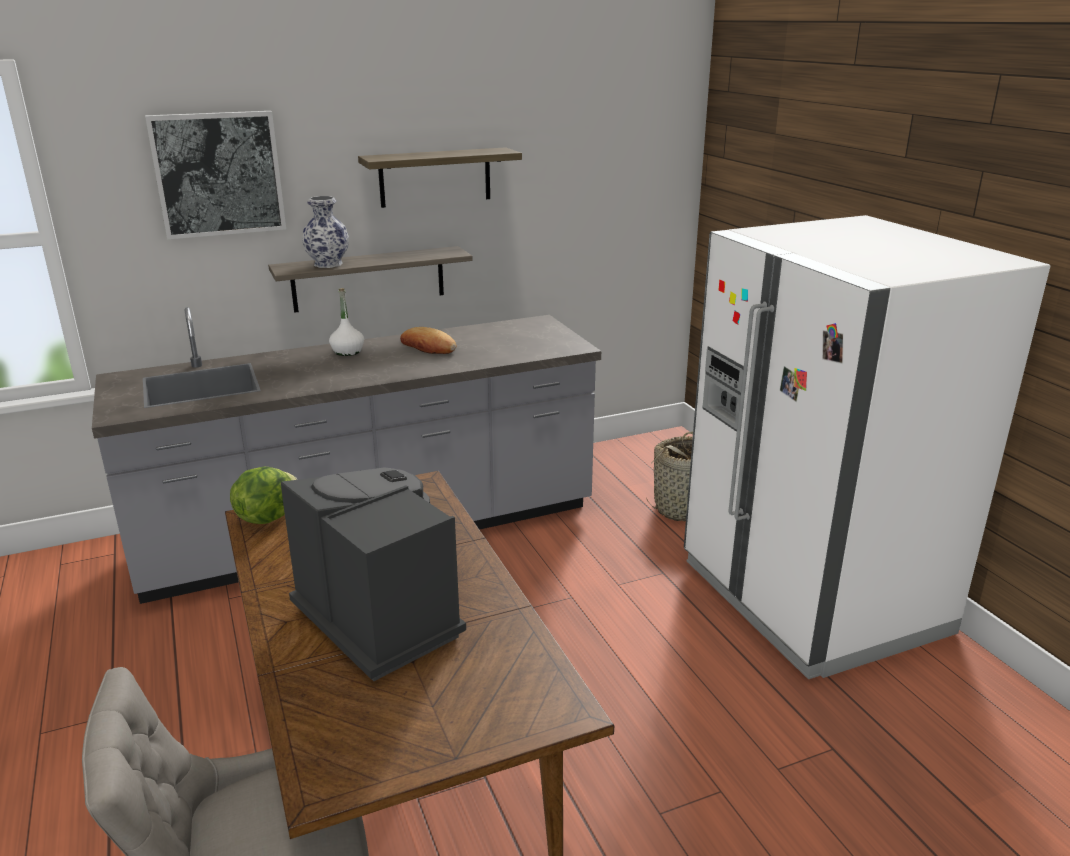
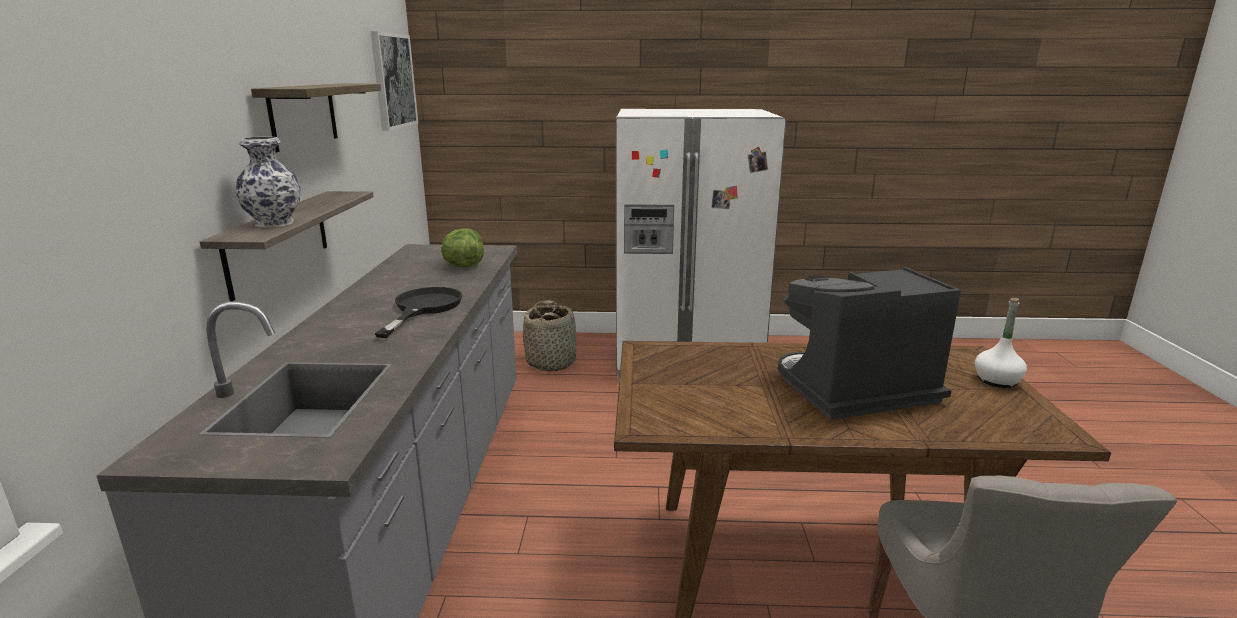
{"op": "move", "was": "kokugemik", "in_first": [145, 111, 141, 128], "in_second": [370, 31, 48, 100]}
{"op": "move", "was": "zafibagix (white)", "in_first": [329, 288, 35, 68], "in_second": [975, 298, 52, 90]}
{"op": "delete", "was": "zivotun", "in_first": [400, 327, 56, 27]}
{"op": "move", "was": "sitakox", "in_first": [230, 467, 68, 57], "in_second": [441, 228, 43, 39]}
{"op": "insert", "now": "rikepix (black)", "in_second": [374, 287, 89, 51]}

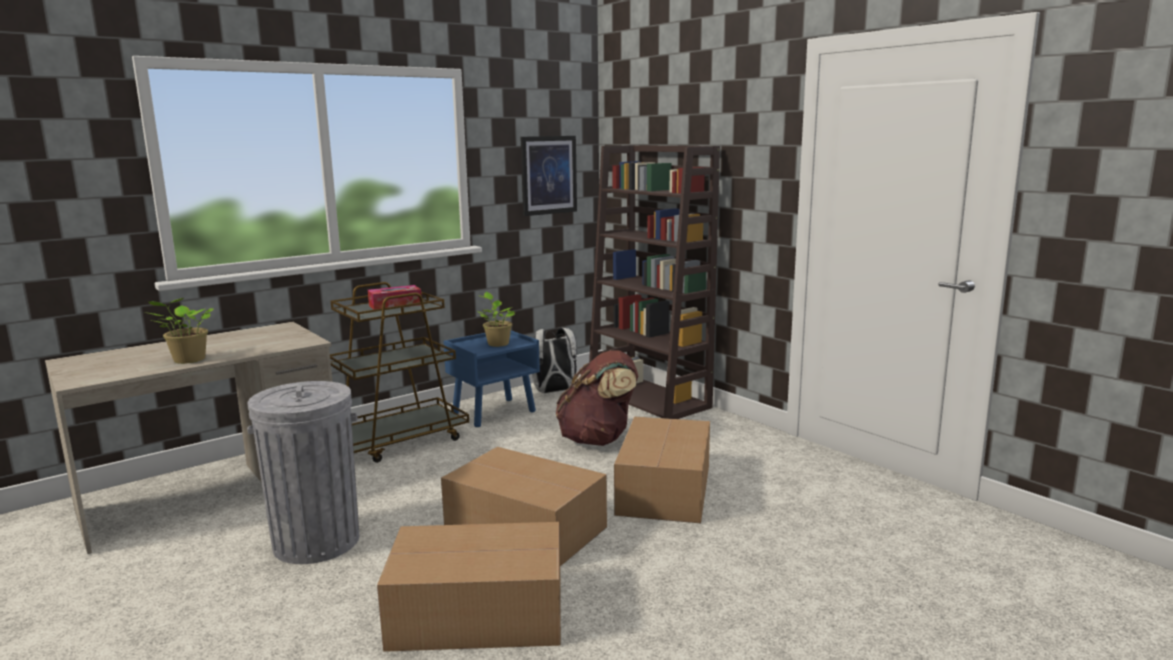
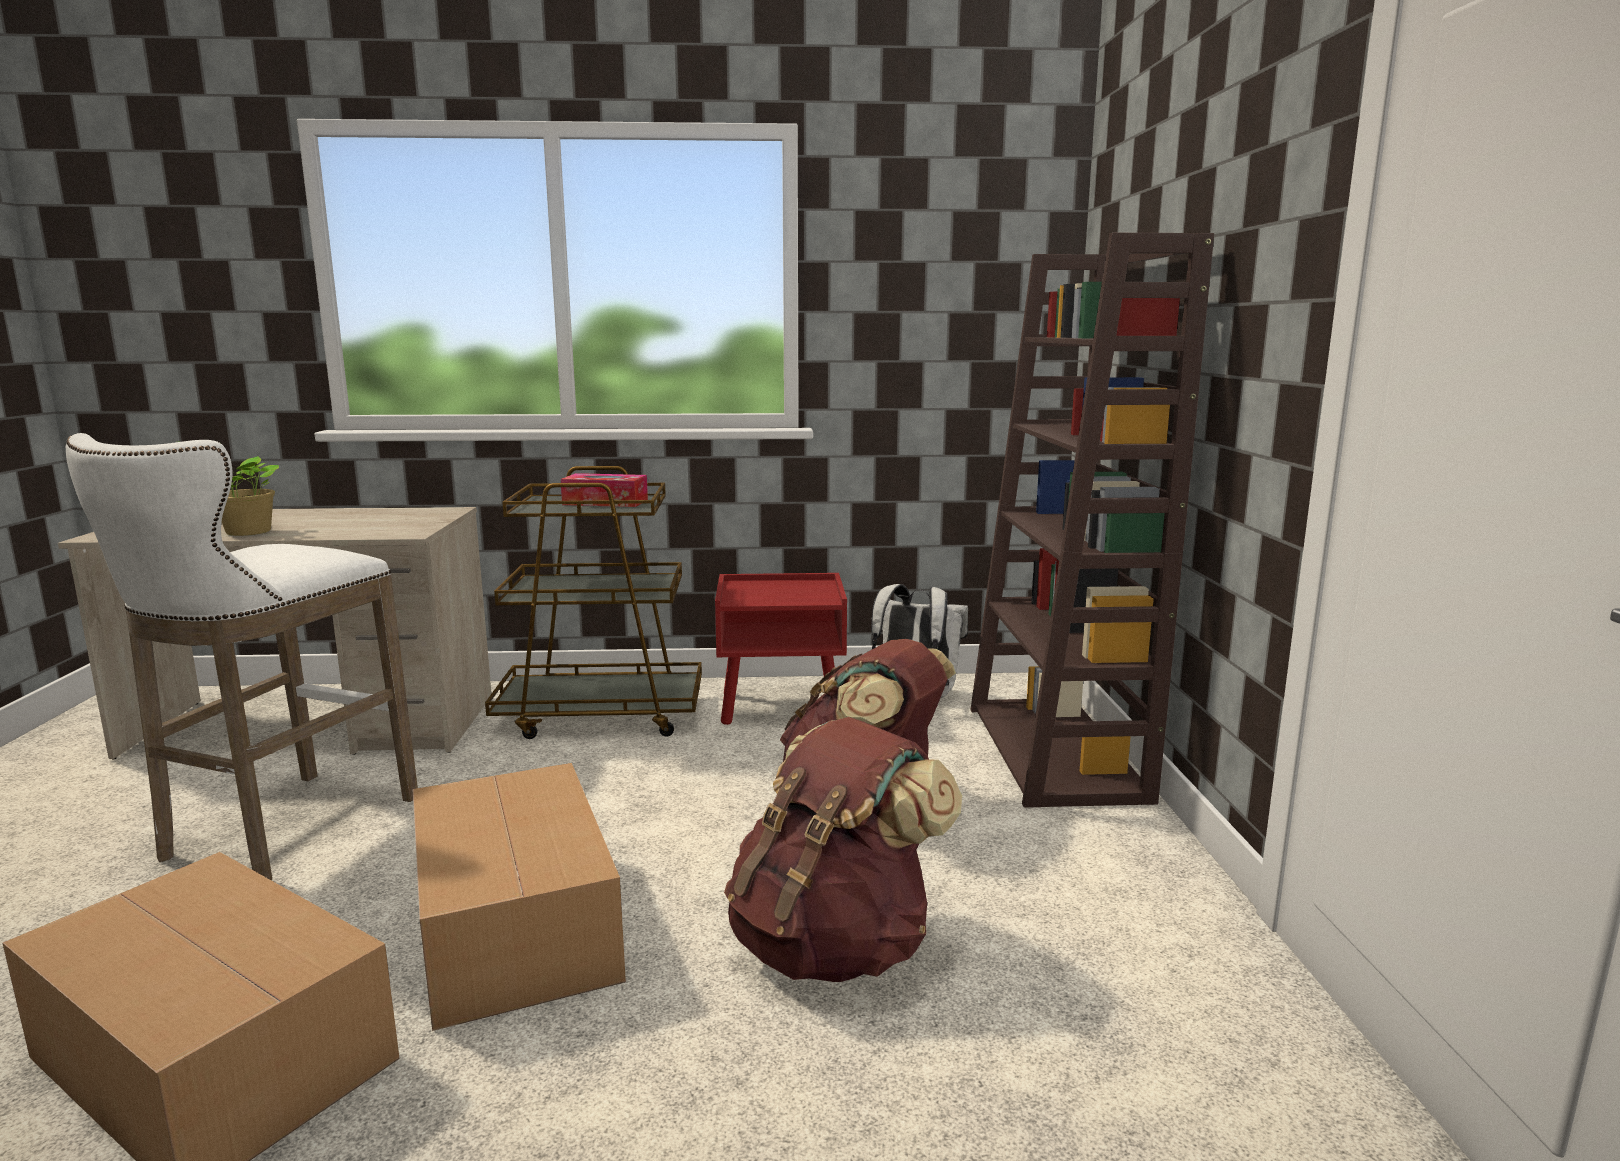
{"op": "delete", "was": "kokugemik", "in_first": [521, 136, 56, 80]}
{"op": "delete", "was": "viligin", "in_first": [476, 292, 39, 55]}
{"op": "recolor", "was": "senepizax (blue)", "now": "senepizax (red)", "in_first": [444, 330, 96, 97], "in_second": [715, 573, 132, 152]}
{"op": "replace", "was": "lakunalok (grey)", "now": "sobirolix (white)", "in_first": [247, 381, 112, 183], "in_second": [66, 433, 352, 448]}
{"op": "replace", "was": "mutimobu", "now": "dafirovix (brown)", "in_first": [614, 416, 96, 107], "in_second": [724, 717, 238, 265]}

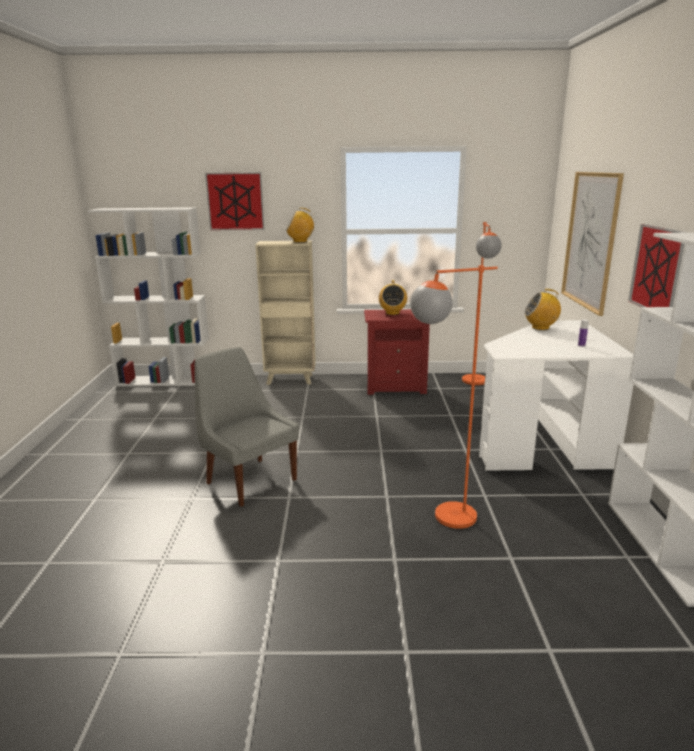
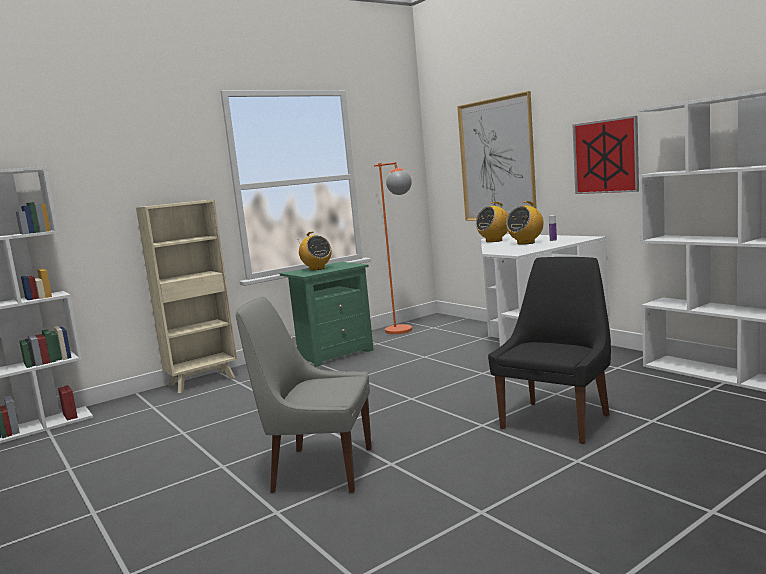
{"op": "delete", "was": "kokugemik", "in_first": [205, 172, 59, 58]}
{"op": "move", "was": "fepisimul", "in_first": [286, 208, 28, 35], "in_second": [506, 201, 38, 44]}
{"op": "replace", "was": "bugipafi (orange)", "now": "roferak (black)", "in_first": [410, 265, 88, 264], "in_second": [488, 257, 123, 187]}
{"op": "recolor", "was": "senepizax (red)", "now": "senepizax (green)", "in_first": [364, 309, 66, 86], "in_second": [280, 262, 94, 105]}

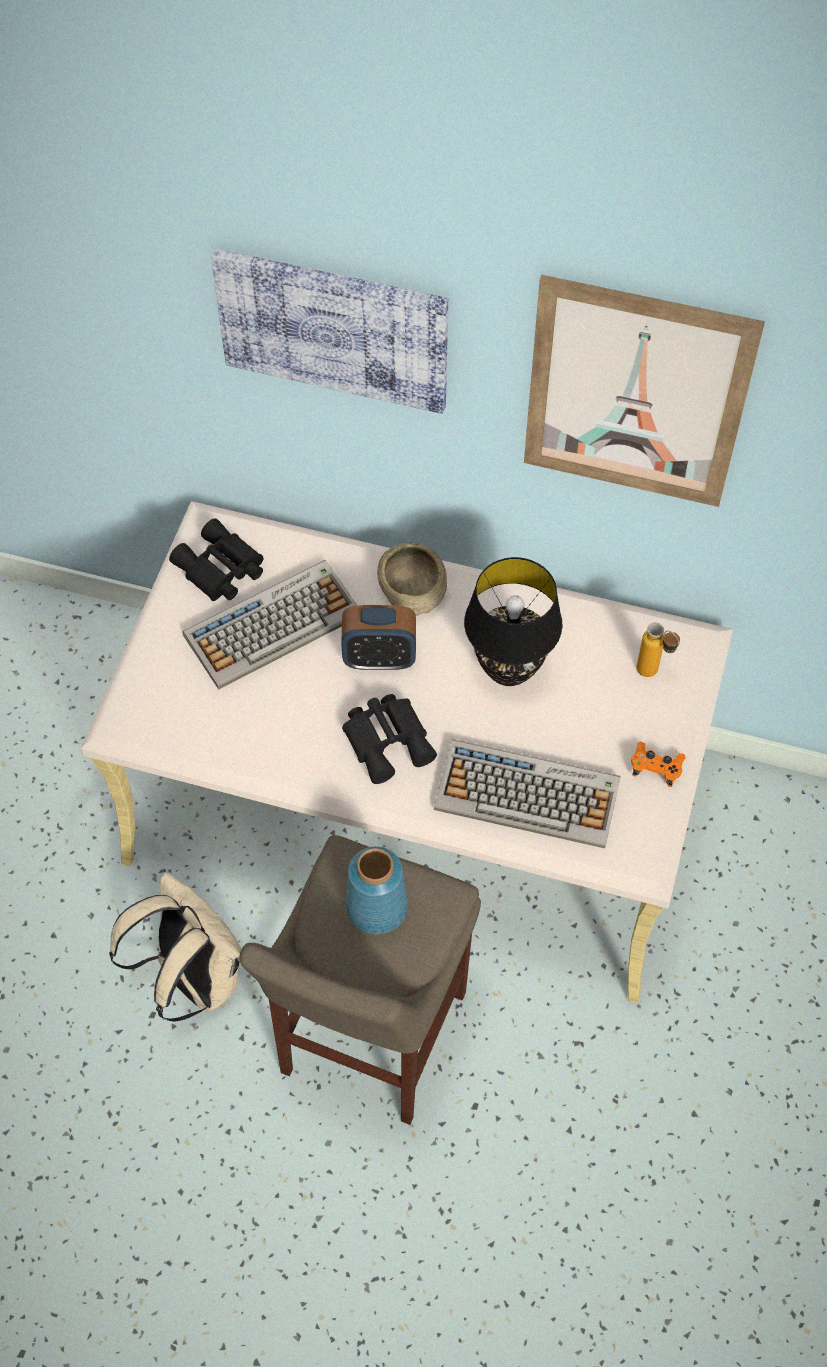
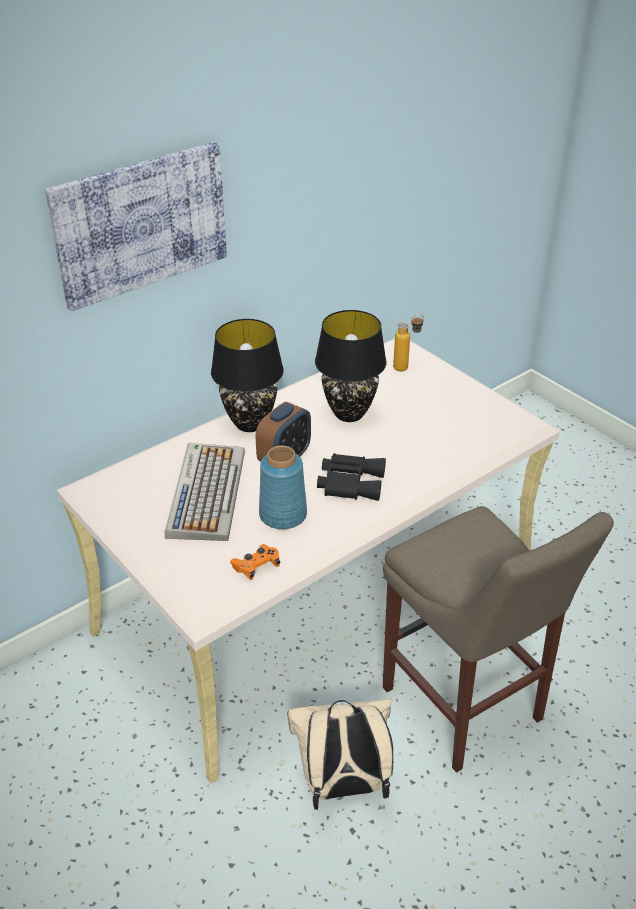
{"op": "delete", "was": "kokugemik", "in_first": [524, 275, 241, 232]}
{"op": "delete", "was": "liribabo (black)", "in_first": [169, 518, 94, 83]}
{"op": "replace", "was": "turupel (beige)", "now": "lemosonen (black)", "in_first": [377, 543, 70, 73], "in_second": [211, 319, 73, 113]}
{"op": "delete", "was": "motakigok", "in_first": [434, 739, 187, 109]}
{"op": "move", "was": "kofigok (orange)", "in_first": [631, 742, 55, 45], "in_second": [230, 544, 50, 36]}
{"op": "move", "was": "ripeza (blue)", "in_first": [346, 847, 62, 87], "in_second": [259, 446, 48, 83]}

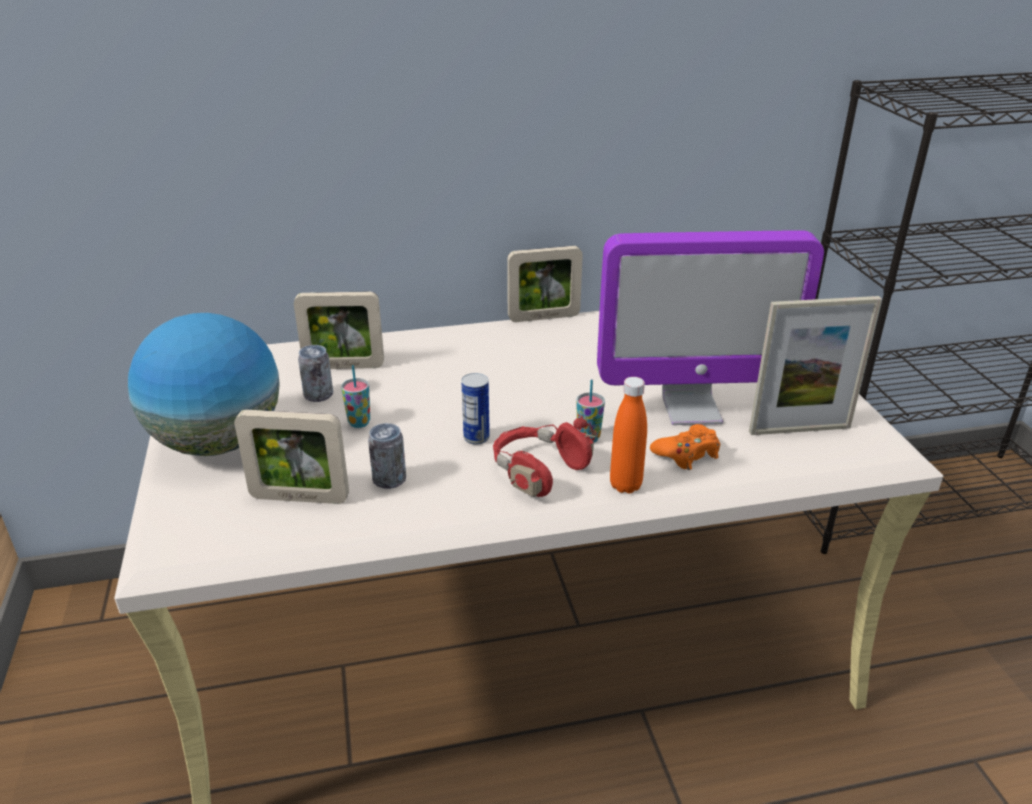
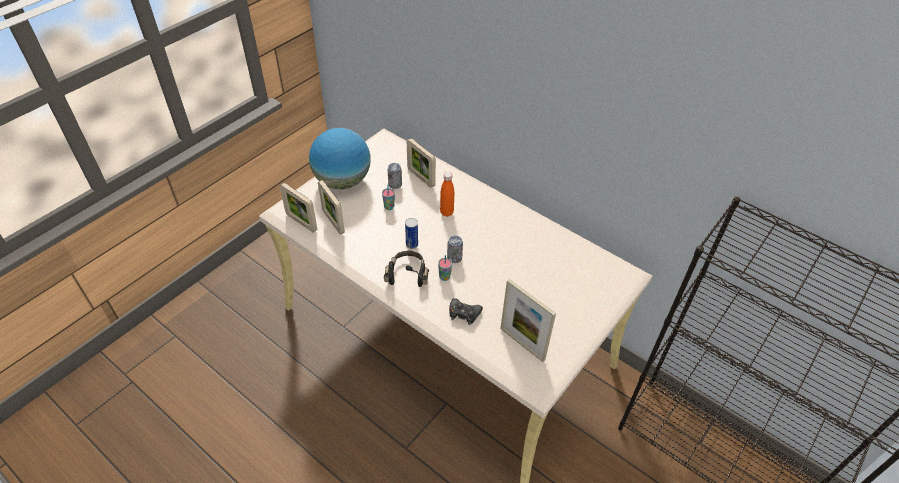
{"op": "delete", "was": "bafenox", "in_first": [597, 231, 227, 194]}
{"op": "move", "was": "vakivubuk", "in_first": [507, 246, 76, 76], "in_second": [280, 183, 37, 49]}
{"op": "move", "was": "zafibagix (orange)", "in_first": [610, 377, 37, 116], "in_second": [440, 172, 14, 45]}
{"op": "recolor", "was": "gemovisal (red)", "now": "gemovisal (black)", "in_first": [493, 418, 105, 79], "in_second": [384, 250, 45, 37]}
{"op": "move", "was": "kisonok", "in_first": [368, 423, 38, 66], "in_second": [447, 235, 16, 28]}
{"op": "recolor", "was": "kofigok (orange)", "now": "kofigok (black)", "in_first": [650, 424, 70, 46], "in_second": [449, 298, 34, 27]}

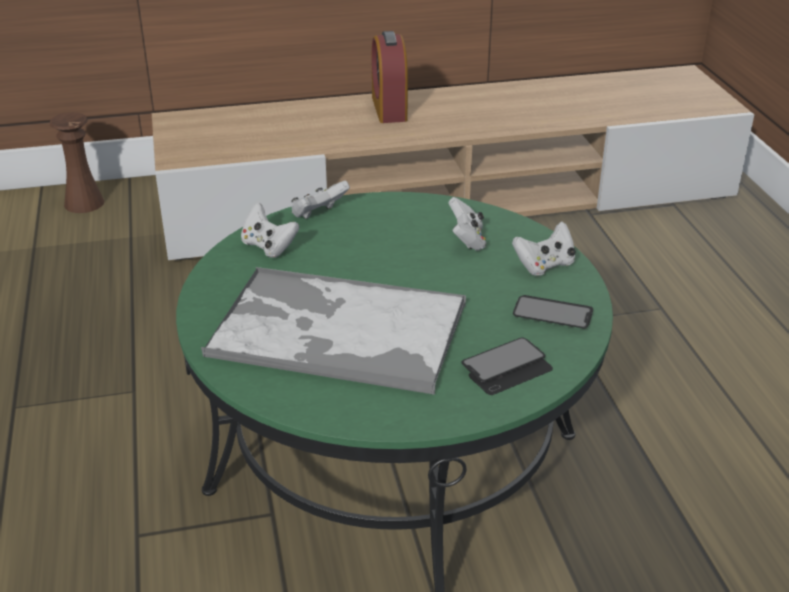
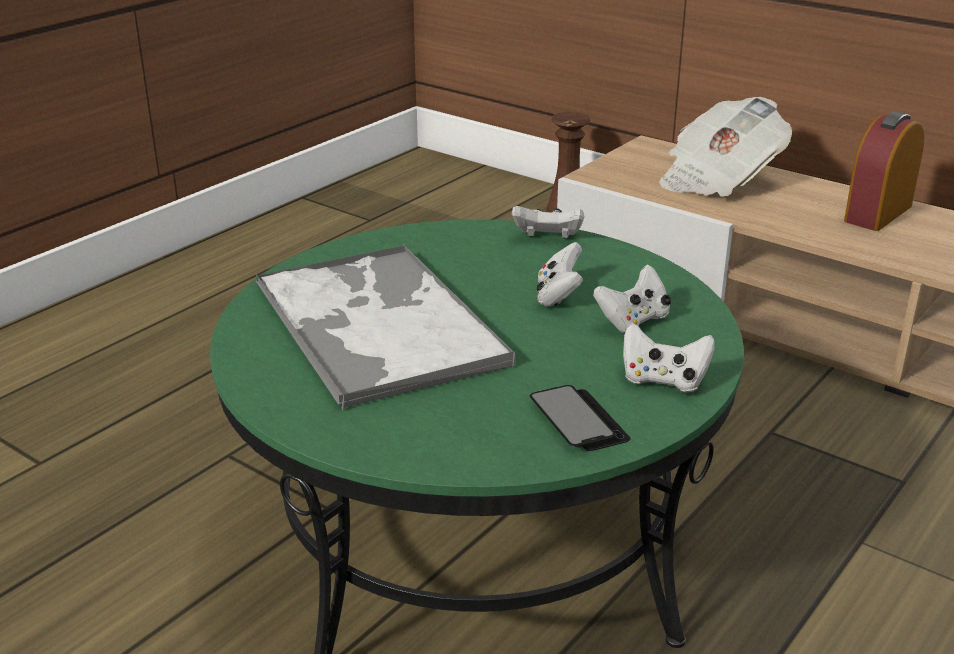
{"op": "move", "was": "kofigok (white)", "in_first": [241, 203, 59, 55], "in_second": [537, 242, 46, 64]}
{"op": "delete", "was": "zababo", "in_first": [461, 337, 92, 58]}
{"op": "insert", "now": "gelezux", "in_second": [659, 97, 133, 100]}

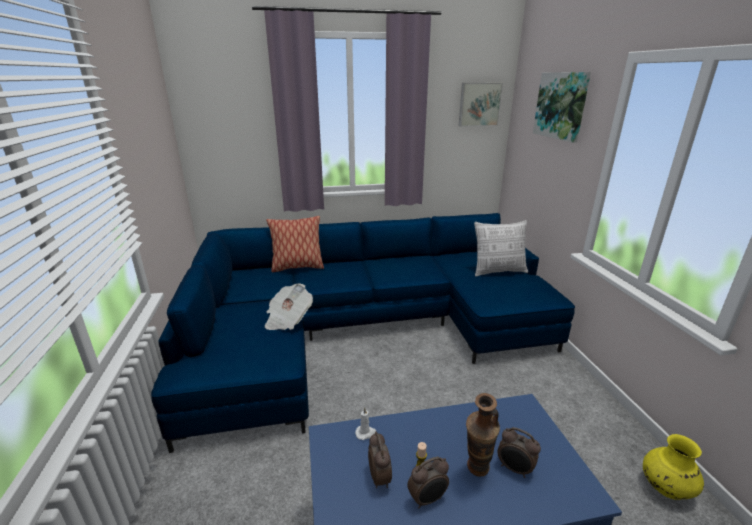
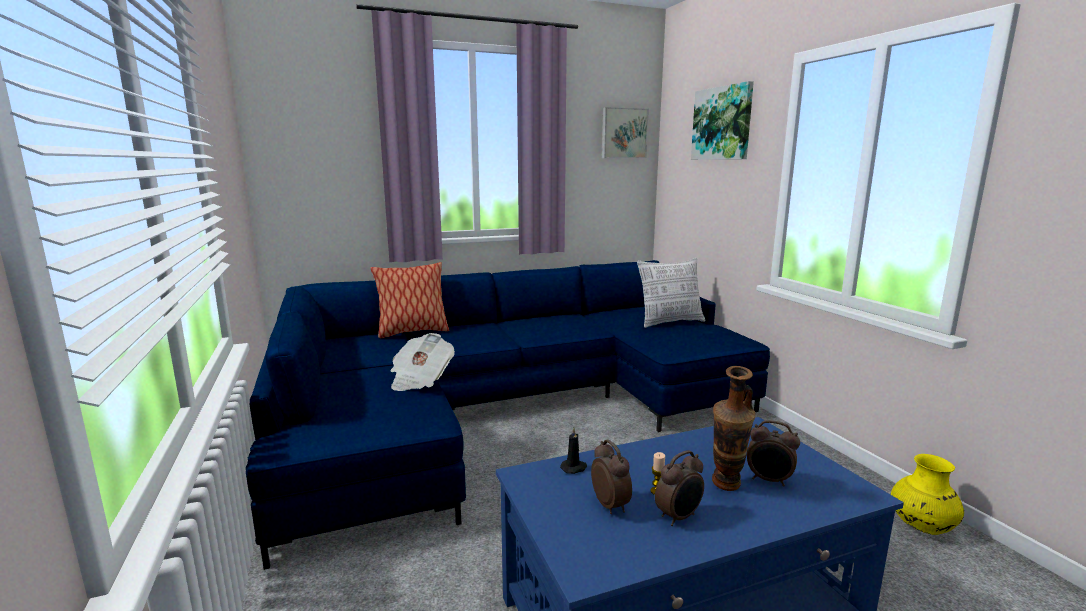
{"op": "recolor", "was": "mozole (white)", "now": "mozole (black)", "in_first": [355, 407, 21, 33], "in_second": [560, 427, 27, 47]}

